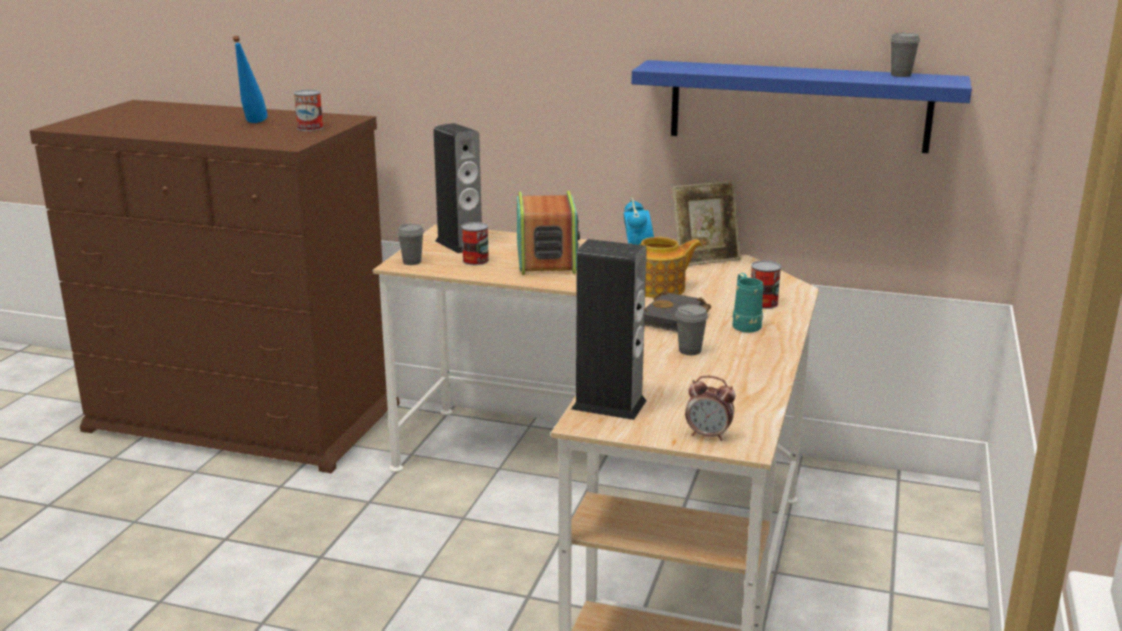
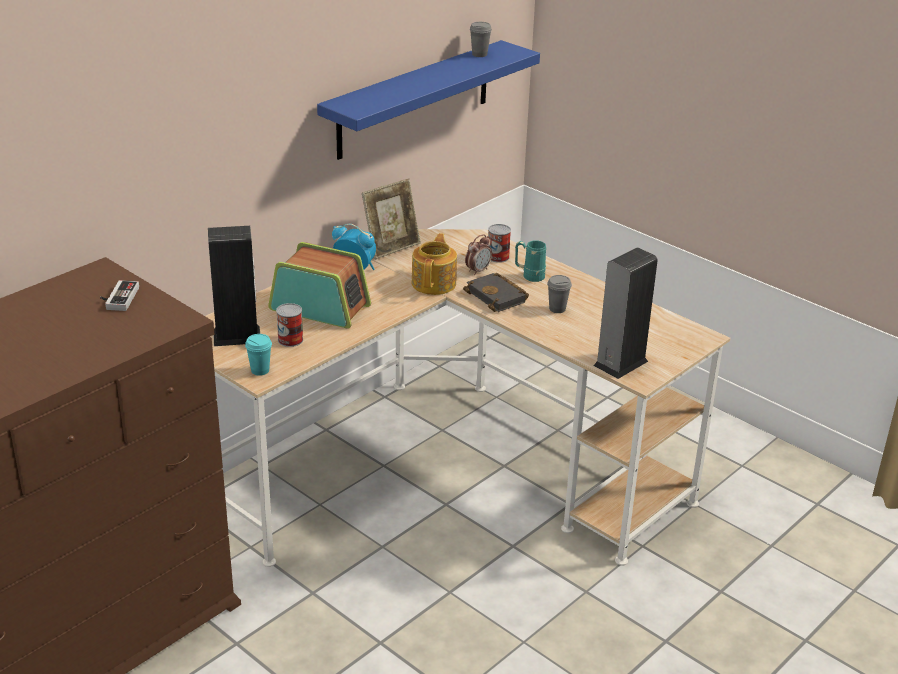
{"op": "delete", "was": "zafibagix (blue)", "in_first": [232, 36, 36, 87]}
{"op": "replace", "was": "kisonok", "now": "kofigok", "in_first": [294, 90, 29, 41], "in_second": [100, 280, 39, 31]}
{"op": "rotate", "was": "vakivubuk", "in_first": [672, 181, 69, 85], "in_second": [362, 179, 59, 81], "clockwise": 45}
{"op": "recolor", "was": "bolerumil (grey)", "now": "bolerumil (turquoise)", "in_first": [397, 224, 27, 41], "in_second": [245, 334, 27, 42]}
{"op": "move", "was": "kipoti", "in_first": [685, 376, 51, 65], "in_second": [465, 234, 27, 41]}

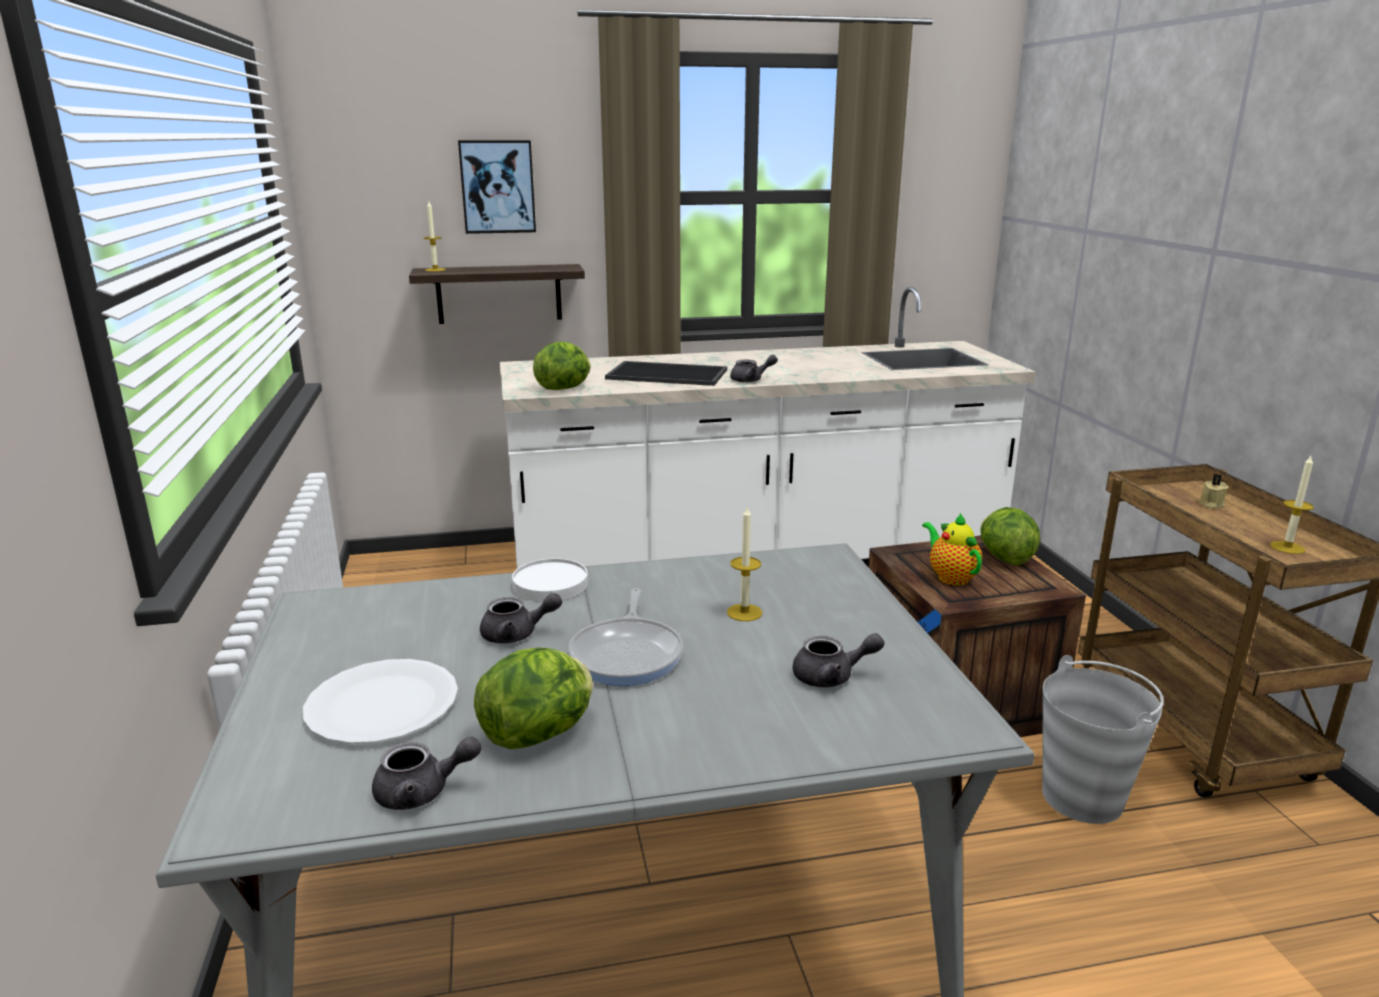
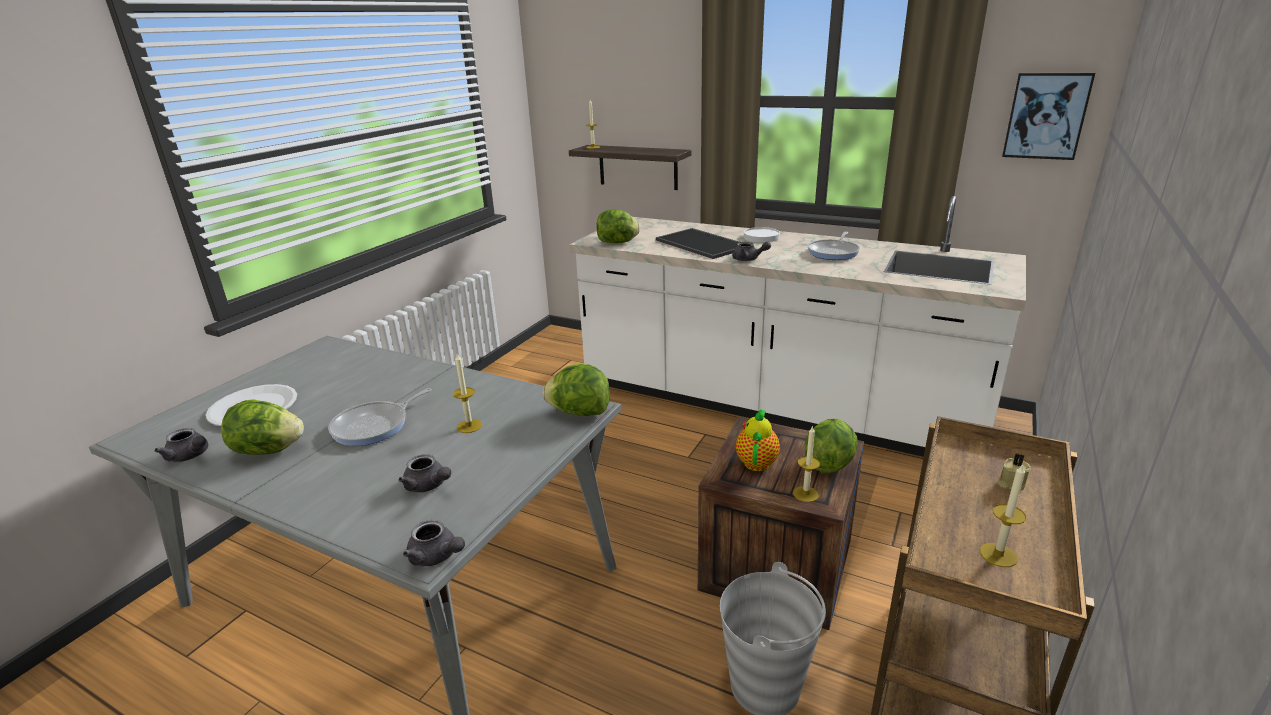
{"op": "move", "was": "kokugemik", "in_first": [458, 140, 78, 94], "in_second": [1002, 73, 93, 87]}
{"op": "move", "was": "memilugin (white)", "in_first": [512, 558, 76, 44], "in_second": [744, 227, 36, 16]}
{"op": "move", "was": "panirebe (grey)", "in_first": [480, 593, 82, 50], "in_second": [403, 520, 62, 46]}
{"op": "insert", "now": "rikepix", "in_second": [808, 231, 52, 29]}
{"op": "insert", "now": "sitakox", "in_second": [543, 364, 67, 52]}
{"op": "insert", "now": "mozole", "in_second": [793, 425, 27, 77]}

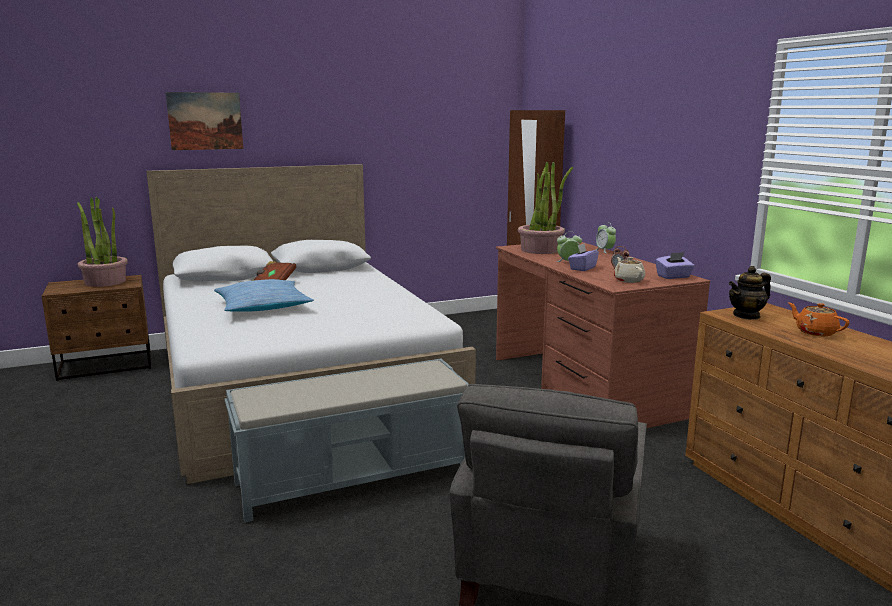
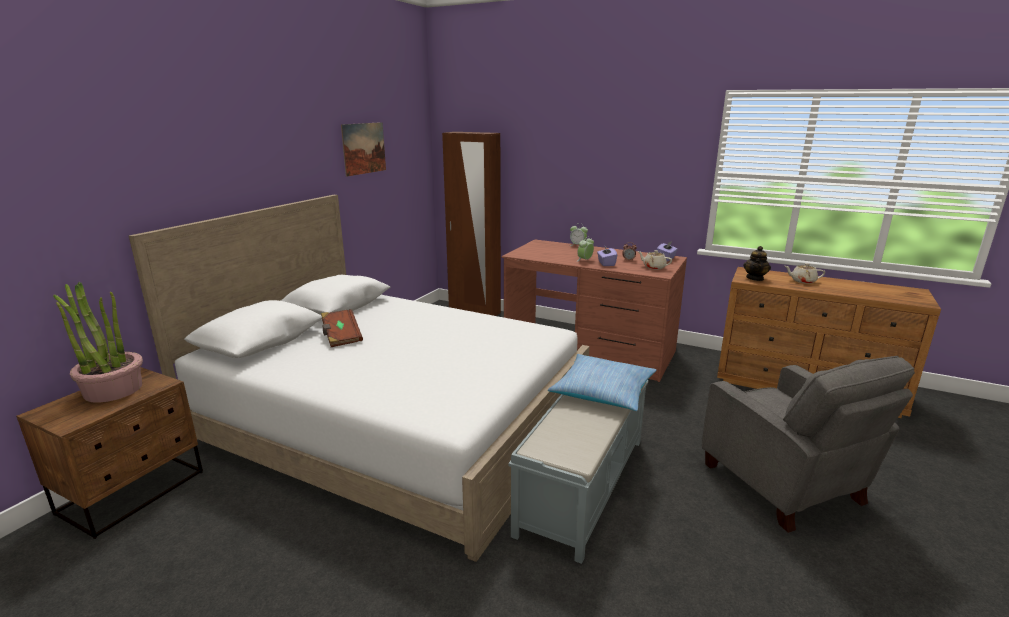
{"op": "move", "was": "kokugemik", "in_first": [166, 92, 77, 58], "in_second": [341, 122, 45, 55]}
{"op": "delete", "was": "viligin", "in_first": [518, 162, 55, 92]}
{"op": "move", "was": "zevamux", "in_first": [214, 279, 100, 33], "in_second": [548, 354, 108, 57]}
{"op": "recolor", "was": "panirebe (orange)", "now": "panirebe (beige)", "in_first": [789, 303, 60, 33], "in_second": [785, 263, 40, 21]}

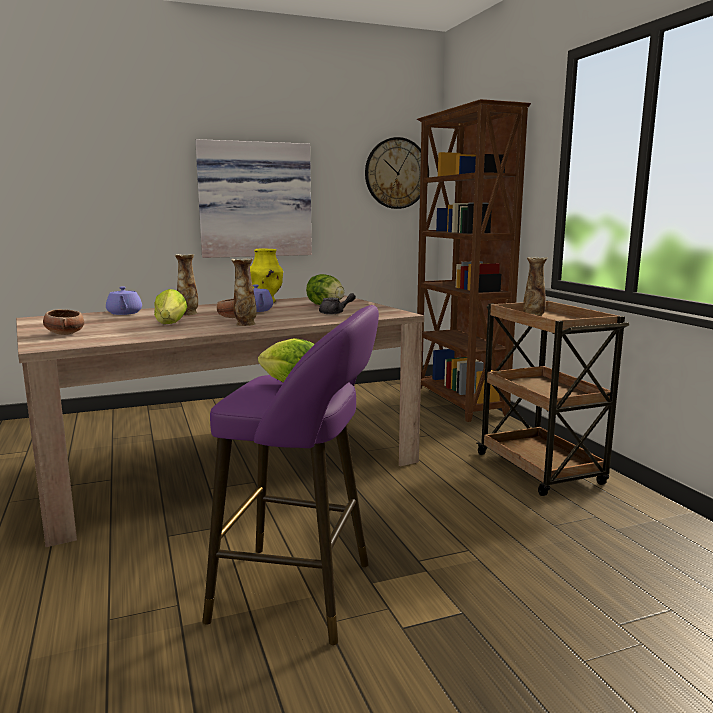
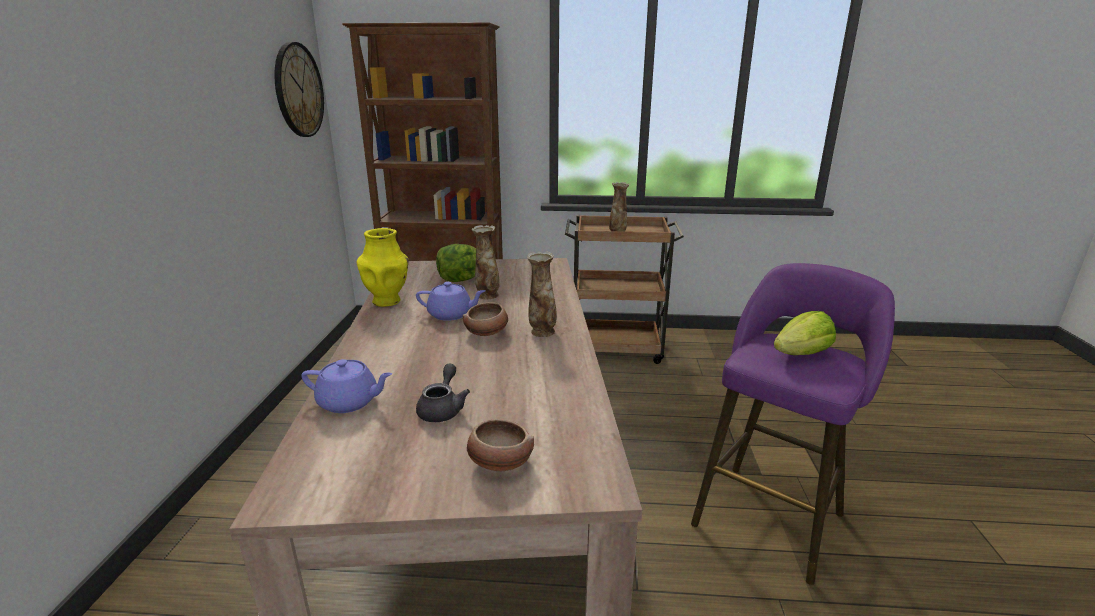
{"op": "delete", "was": "kokugemik", "in_first": [195, 139, 117, 119]}
{"op": "move", "was": "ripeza", "in_first": [175, 254, 23, 61], "in_second": [471, 225, 29, 74]}
{"op": "delete", "was": "sitakox", "in_first": [154, 289, 33, 35]}
{"op": "move", "was": "panirebe (grey)", "in_first": [319, 293, 37, 21], "in_second": [416, 364, 54, 58]}

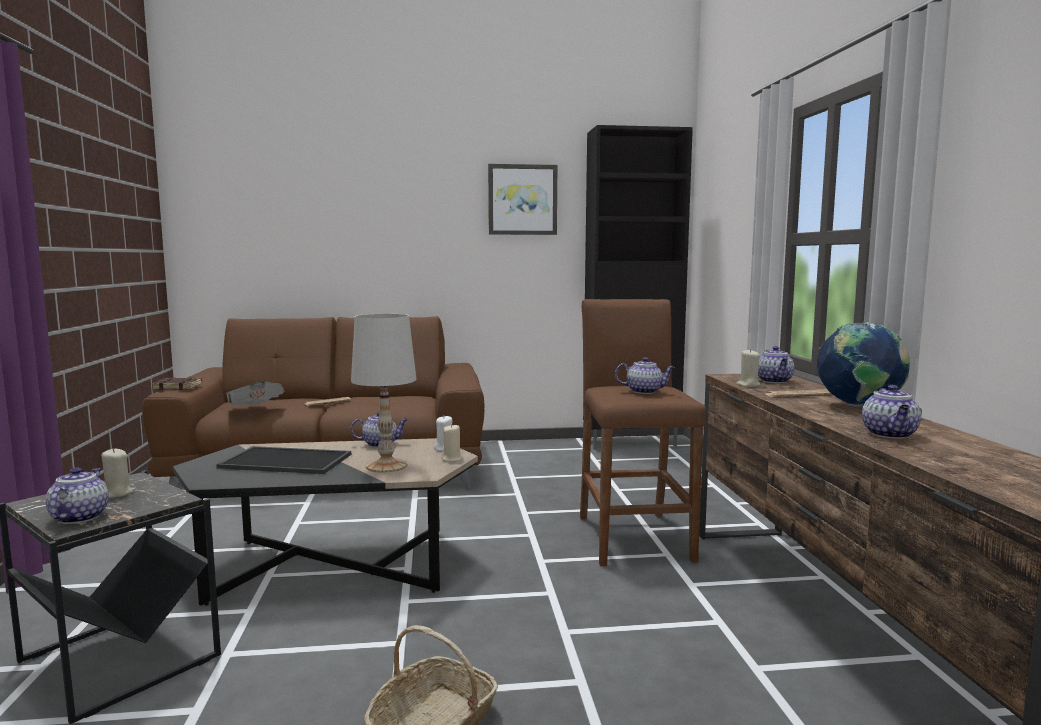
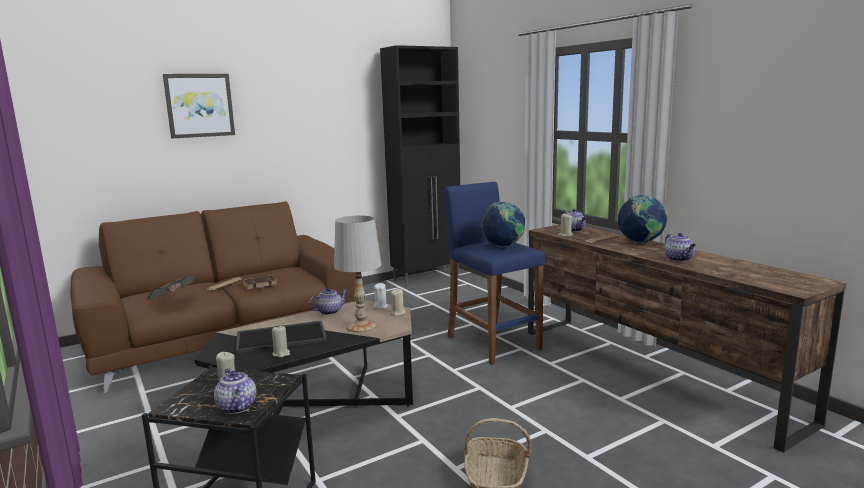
{"op": "move", "was": "kokugemik", "in_first": [488, 164, 69, 71], "in_second": [163, 74, 72, 65]}
{"op": "recolor", "was": "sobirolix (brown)", "now": "sobirolix (blue)", "in_first": [580, 299, 126, 267], "in_second": [444, 182, 101, 183]}
{"op": "replace", "was": "panirebe", "now": "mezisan", "in_first": [615, 357, 60, 37], "in_second": [480, 201, 45, 46]}
{"op": "move", "was": "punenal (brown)", "in_first": [152, 377, 50, 13], "in_second": [242, 275, 35, 15]}
{"op": "insert", "now": "mozole (beige)", "in_second": [272, 325, 18, 32]}

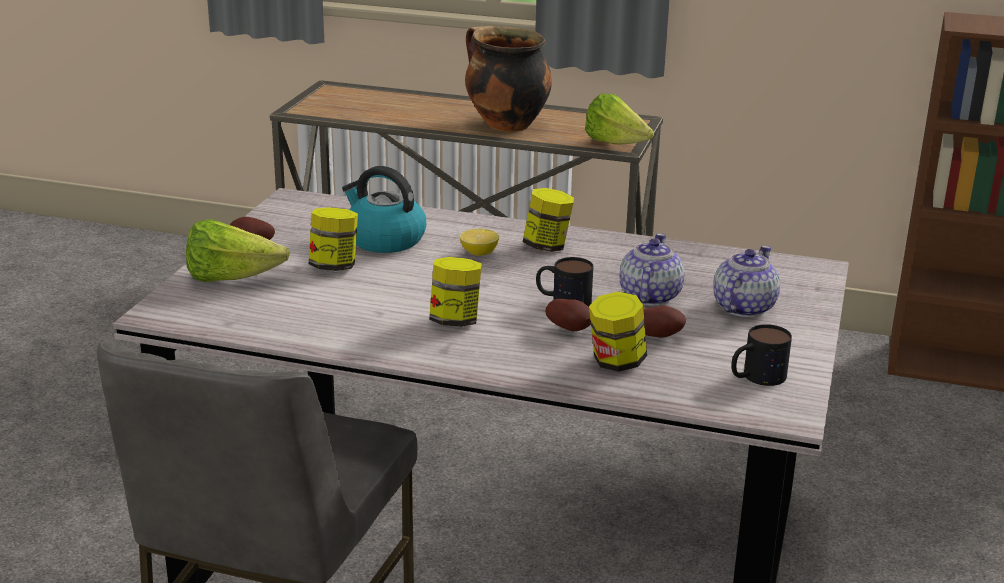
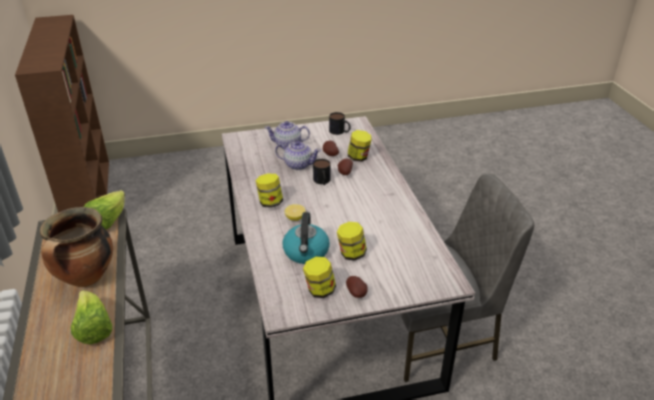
{"op": "move", "was": "sitakox", "in_first": [186, 219, 104, 63], "in_second": [71, 290, 41, 54]}
{"op": "rotate", "was": "panirebe", "in_first": [619, 233, 65, 73], "in_second": [275, 141, 46, 29], "clockwise": -150}
{"op": "move", "was": "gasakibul", "in_first": [429, 257, 53, 70], "in_second": [303, 257, 33, 41]}

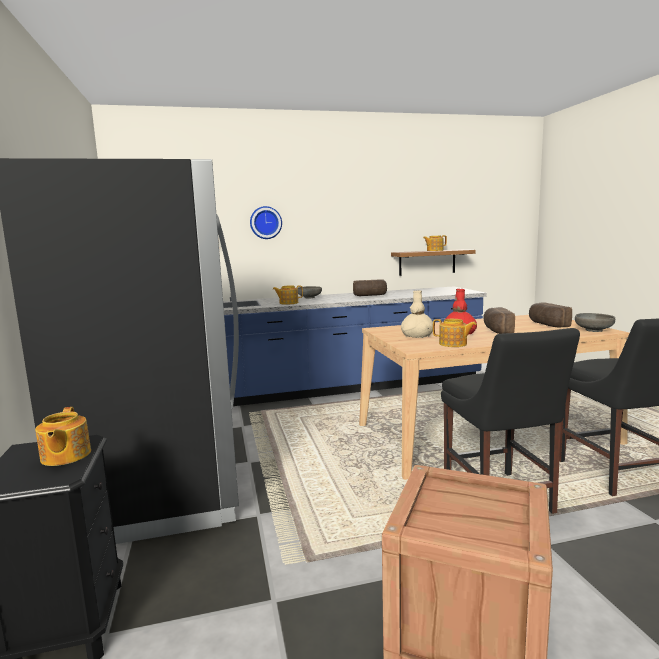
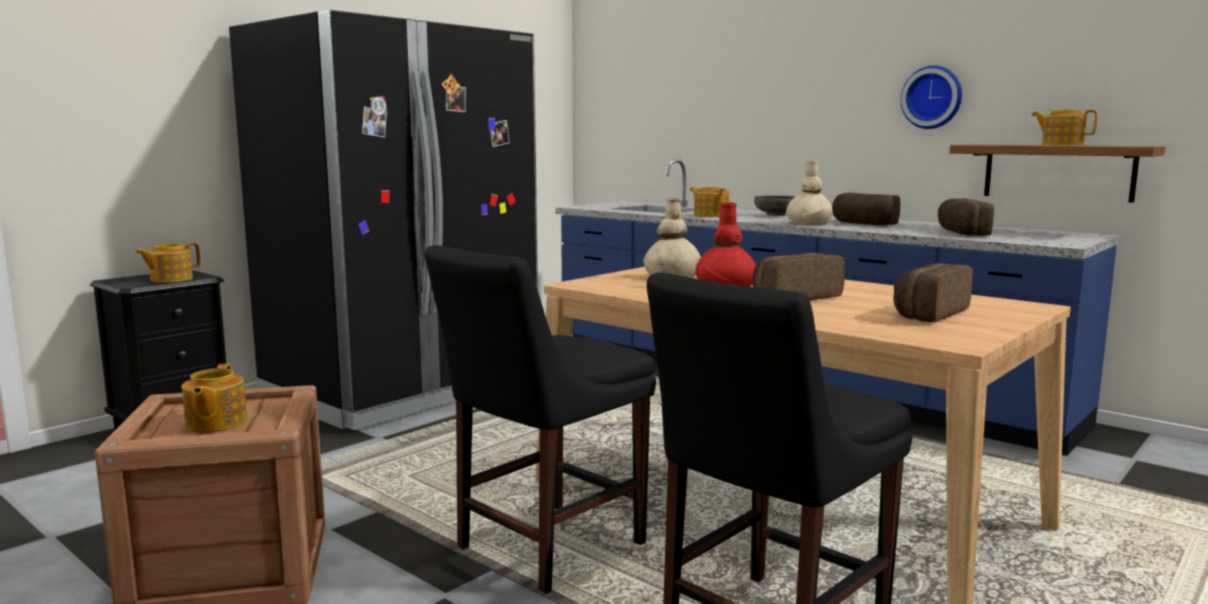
{"op": "move", "was": "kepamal", "in_first": [250, 206, 32, 33], "in_second": [901, 66, 61, 63]}
{"op": "delete", "was": "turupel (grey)", "in_first": [575, 313, 40, 19]}
{"op": "move", "was": "panirebe", "in_first": [433, 319, 44, 28], "in_second": [182, 364, 66, 69]}
{"op": "insert", "now": "ripeza (beige)", "in_second": [786, 161, 47, 64]}
{"op": "insert", "now": "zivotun", "in_second": [938, 199, 56, 37]}

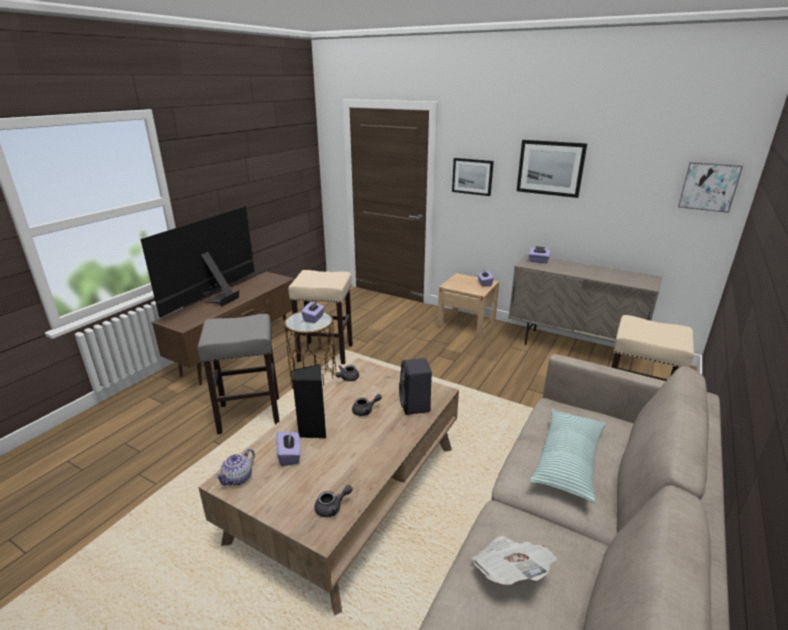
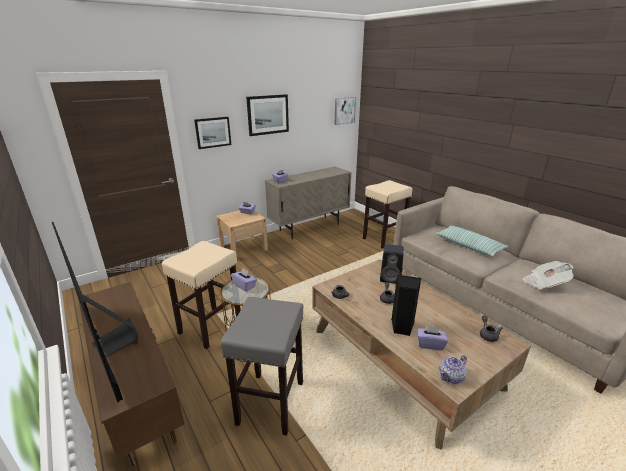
{"op": "rotate", "was": "panirebe", "in_first": [215, 449, 40, 37], "in_second": [440, 355, 27, 29], "clockwise": 90}

